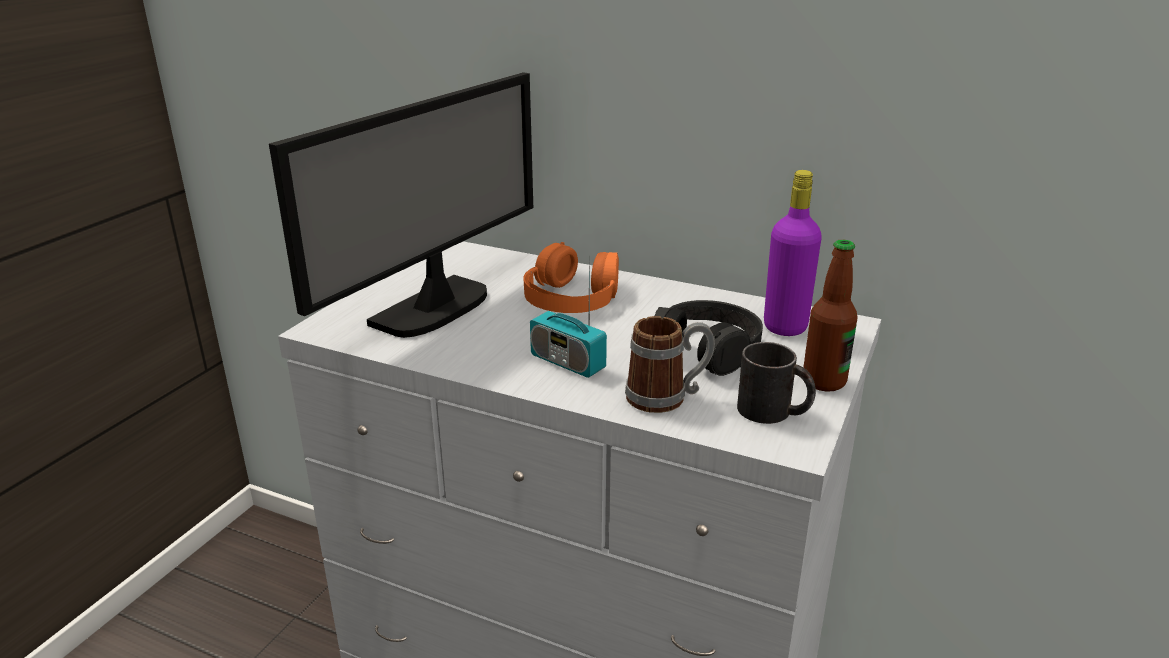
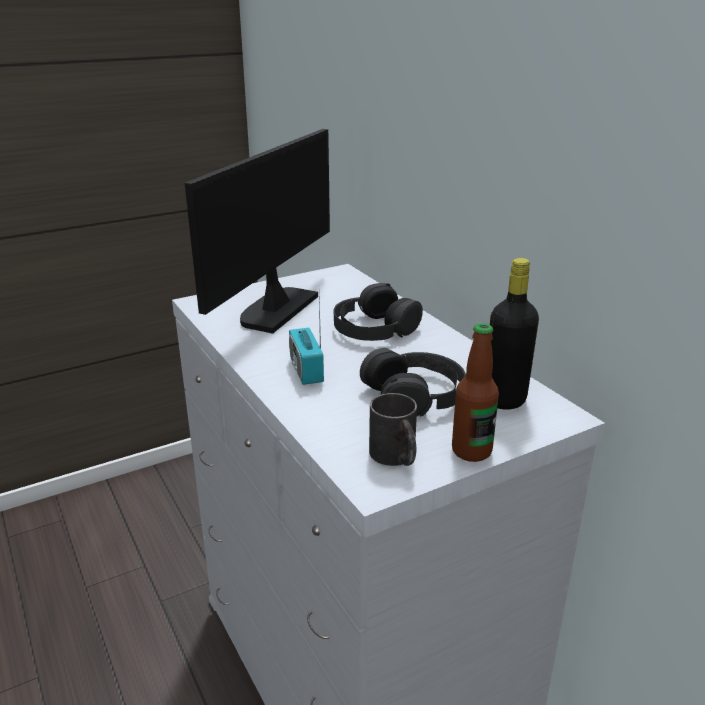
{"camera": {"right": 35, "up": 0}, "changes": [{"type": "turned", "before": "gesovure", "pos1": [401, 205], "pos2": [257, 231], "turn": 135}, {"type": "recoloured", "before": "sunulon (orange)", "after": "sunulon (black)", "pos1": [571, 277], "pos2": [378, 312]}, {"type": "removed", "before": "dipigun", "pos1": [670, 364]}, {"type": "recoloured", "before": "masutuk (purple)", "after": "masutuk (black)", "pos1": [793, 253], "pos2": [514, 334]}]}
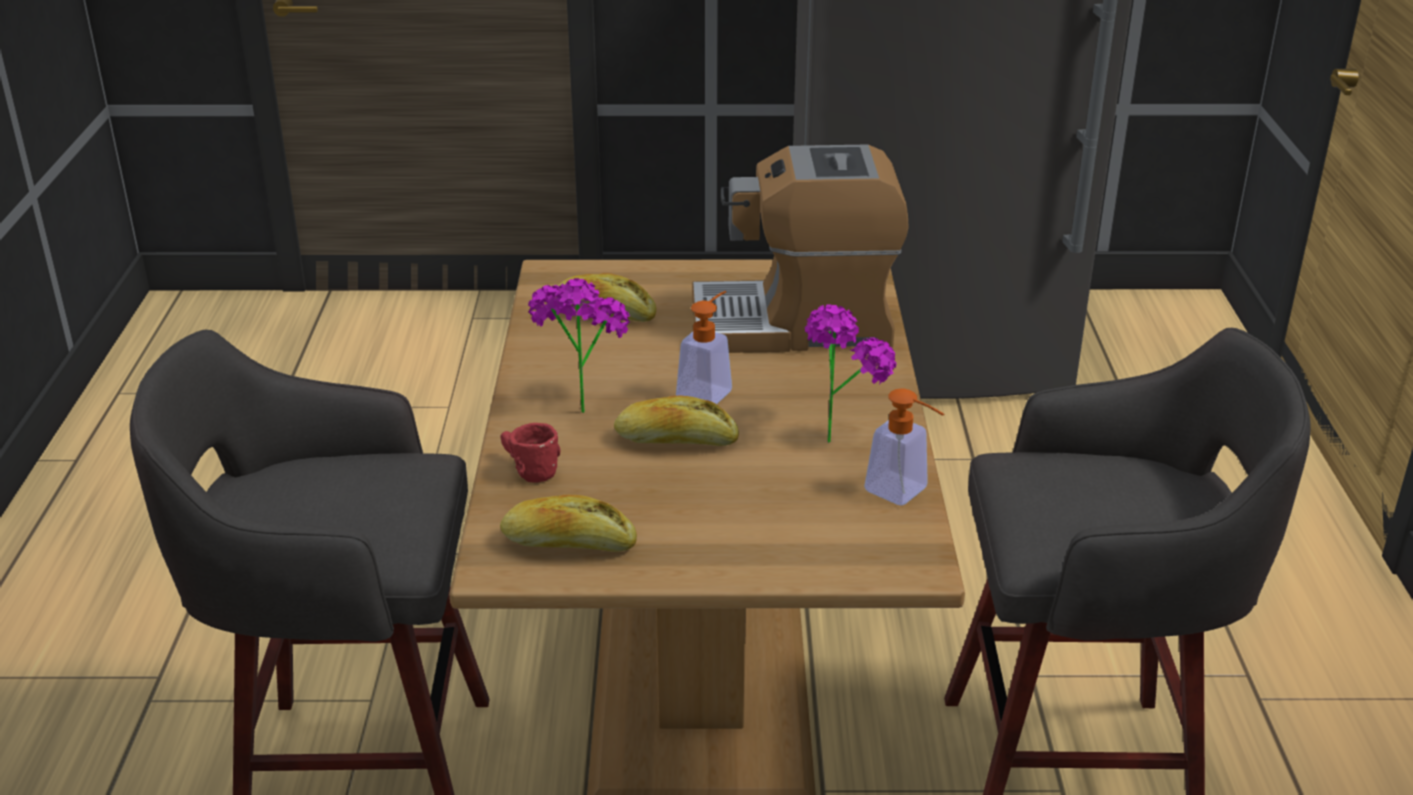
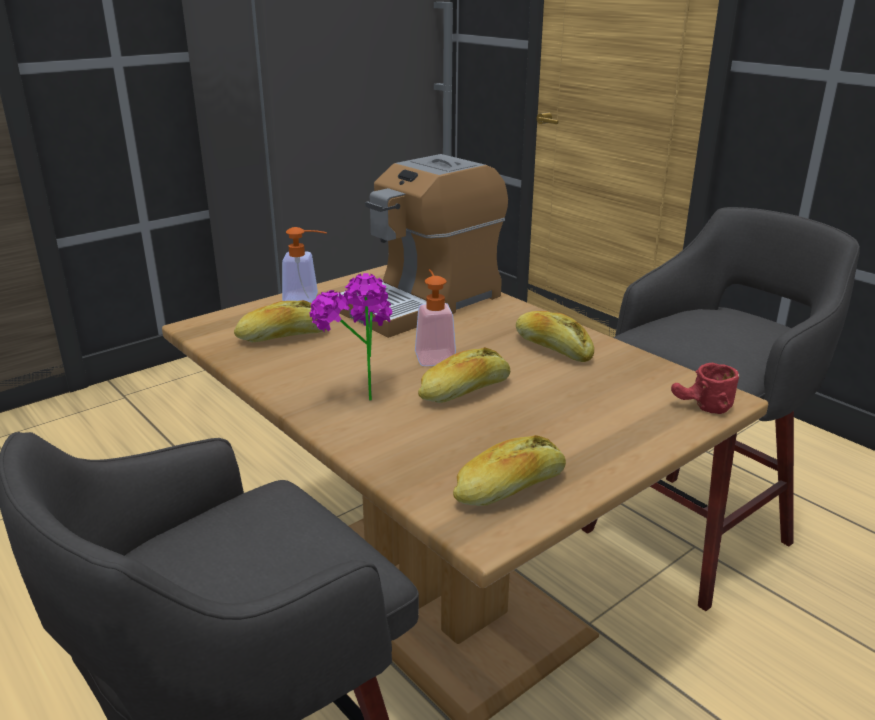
{"camera": {"right": -40, "up": -5}, "changes": [{"type": "moved", "before": "dipigun (red)", "pos1": [530, 453], "pos2": [705, 388]}, {"type": "replaced", "before": "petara", "after": "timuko", "pos1": [851, 373], "pos2": [555, 336]}, {"type": "moved", "before": "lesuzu", "pos1": [904, 446], "pos2": [304, 265]}]}
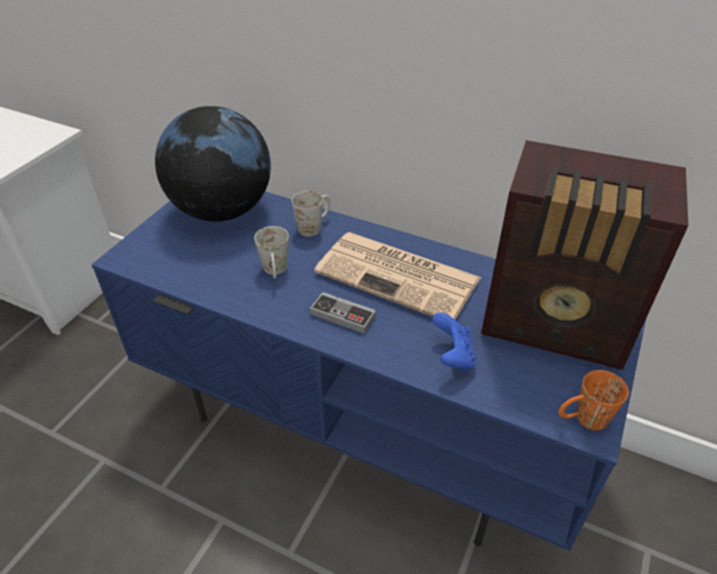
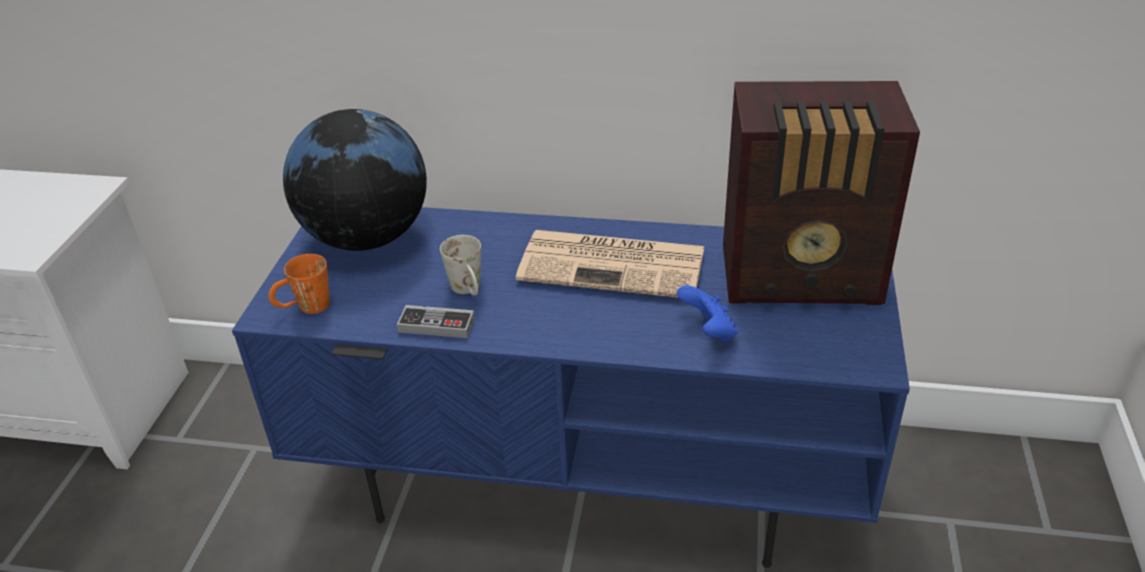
{"camera": {"right": -15, "up": -5}, "changes": [{"type": "removed", "before": "dipigun (white)", "pos1": [310, 214]}, {"type": "moved", "before": "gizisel", "pos1": [343, 313], "pos2": [436, 321]}, {"type": "moved", "before": "dipigun (orange)", "pos1": [593, 400], "pos2": [299, 284]}]}
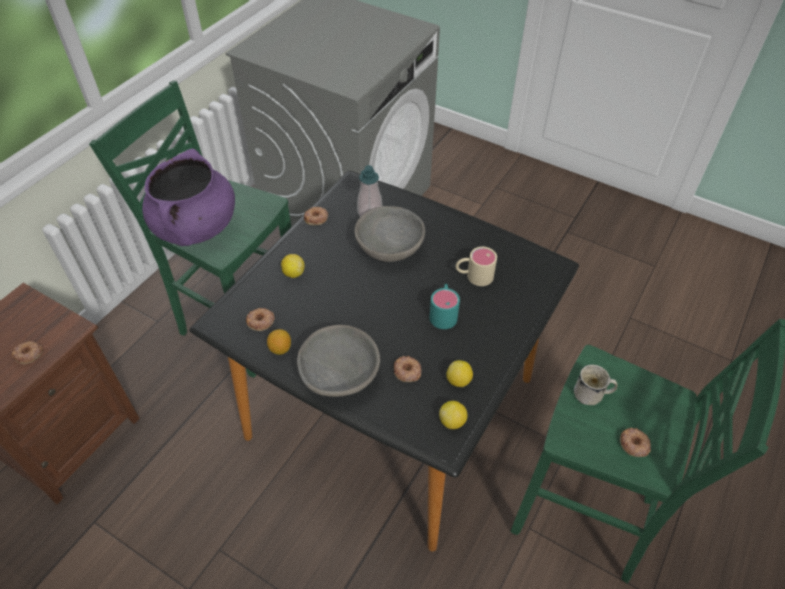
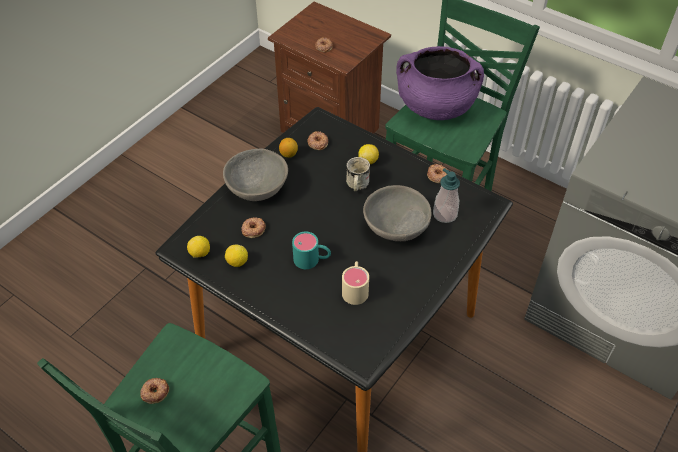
{"camera": {"right": 95, "up": 0}, "changes": [{"type": "moved", "before": "dipigun (white)", "pos1": [595, 384], "pos2": [358, 174]}]}
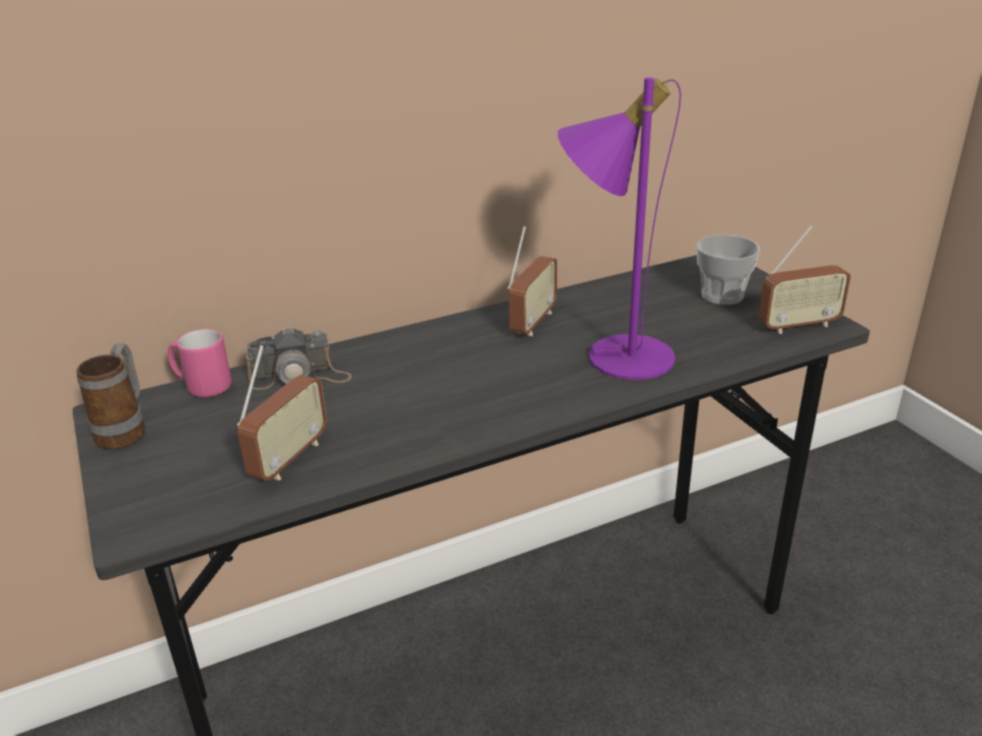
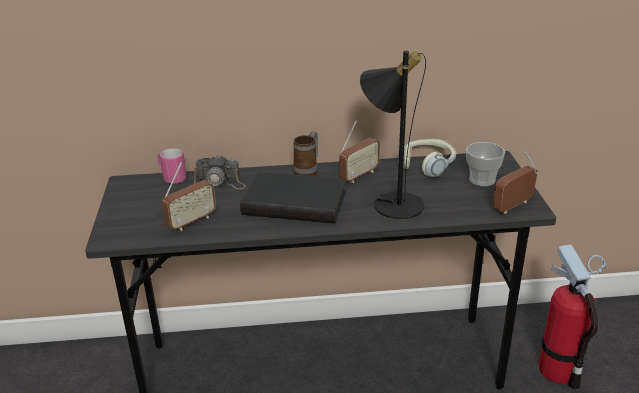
{"camera": {"right": 20, "up": 0}, "changes": [{"type": "moved", "before": "dipigun", "pos1": [111, 396], "pos2": [305, 153]}, {"type": "recoloured", "before": "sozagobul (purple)", "after": "sozagobul (black)", "pos1": [619, 228], "pos2": [393, 135]}, {"type": "turned", "before": "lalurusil", "pos1": [804, 279], "pos2": [515, 182], "turn": 135}, {"type": "added", "after": "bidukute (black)", "pos2": [293, 197]}, {"type": "added", "after": "sunulon", "pos2": [427, 158]}, {"type": "added", "after": "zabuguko", "pos2": [572, 317]}]}
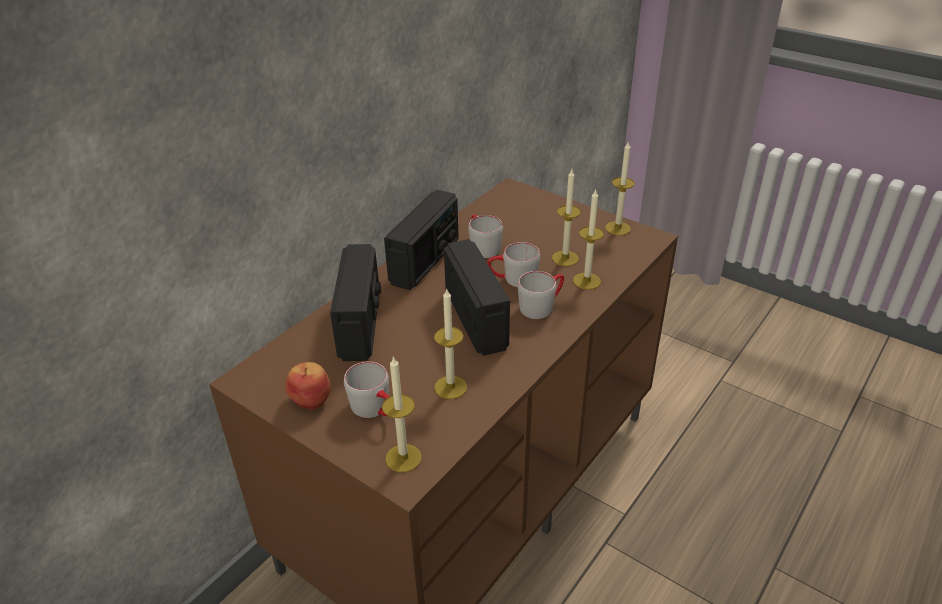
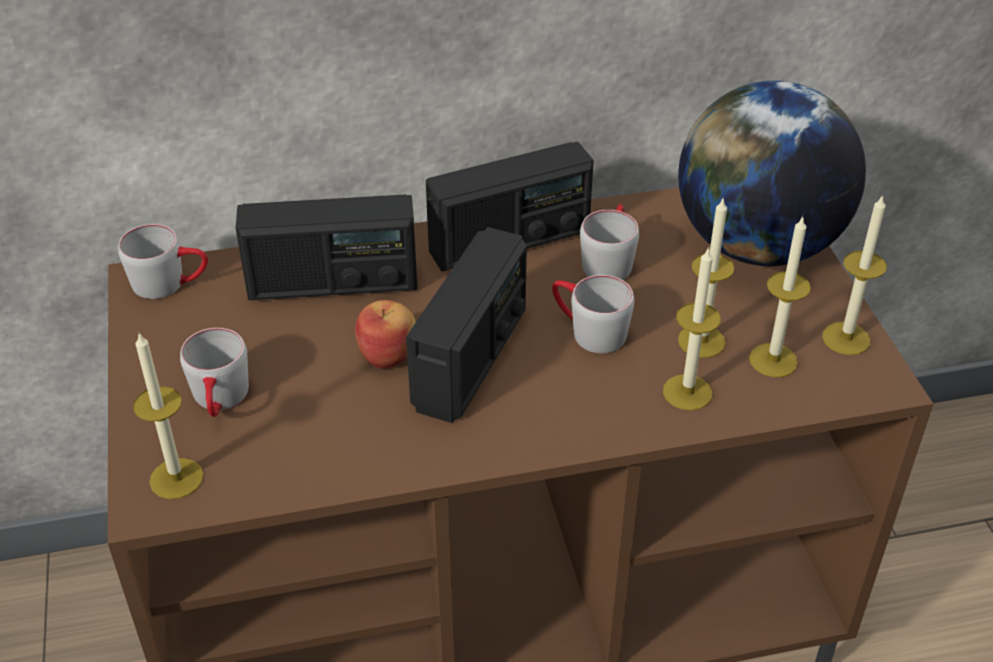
{"camera": {"right": 40, "up": 5}, "changes": [{"type": "moved", "before": "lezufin", "pos1": [308, 385], "pos2": [385, 334]}, {"type": "turned", "before": "lalurusil", "pos1": [355, 302], "pos2": [326, 247], "turn": 45}, {"type": "moved", "before": "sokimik", "pos1": [450, 343], "pos2": [780, 296]}, {"type": "moved", "before": "dipigun (grey)", "pos1": [541, 295], "pos2": [163, 261]}, {"type": "added", "after": "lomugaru", "pos2": [772, 173]}]}
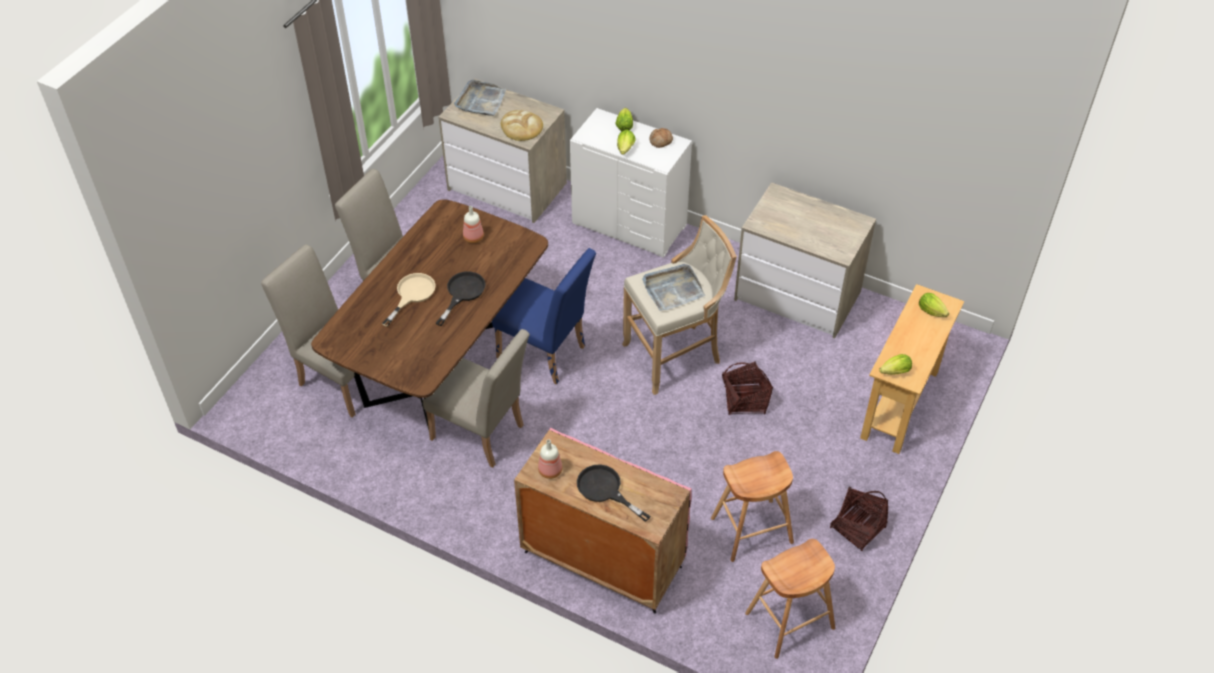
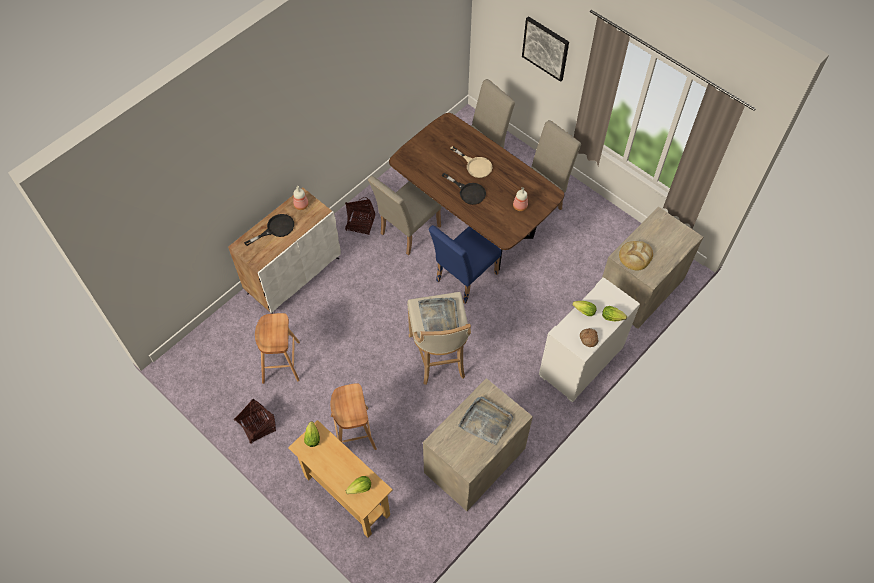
{"camera": {"right": 105, "up": 10}, "changes": [{"type": "moved", "before": "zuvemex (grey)", "pos1": [480, 98], "pos2": [485, 421]}, {"type": "recoloured", "before": "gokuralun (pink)", "after": "gokuralun (white)", "pos1": [603, 521], "pos2": [284, 251]}, {"type": "moved", "before": "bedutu", "pos1": [747, 388], "pos2": [360, 216]}, {"type": "moved", "before": "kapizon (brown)", "pos1": [790, 599], "pos2": [353, 416]}, {"type": "added", "after": "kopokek", "pos2": [545, 49]}]}
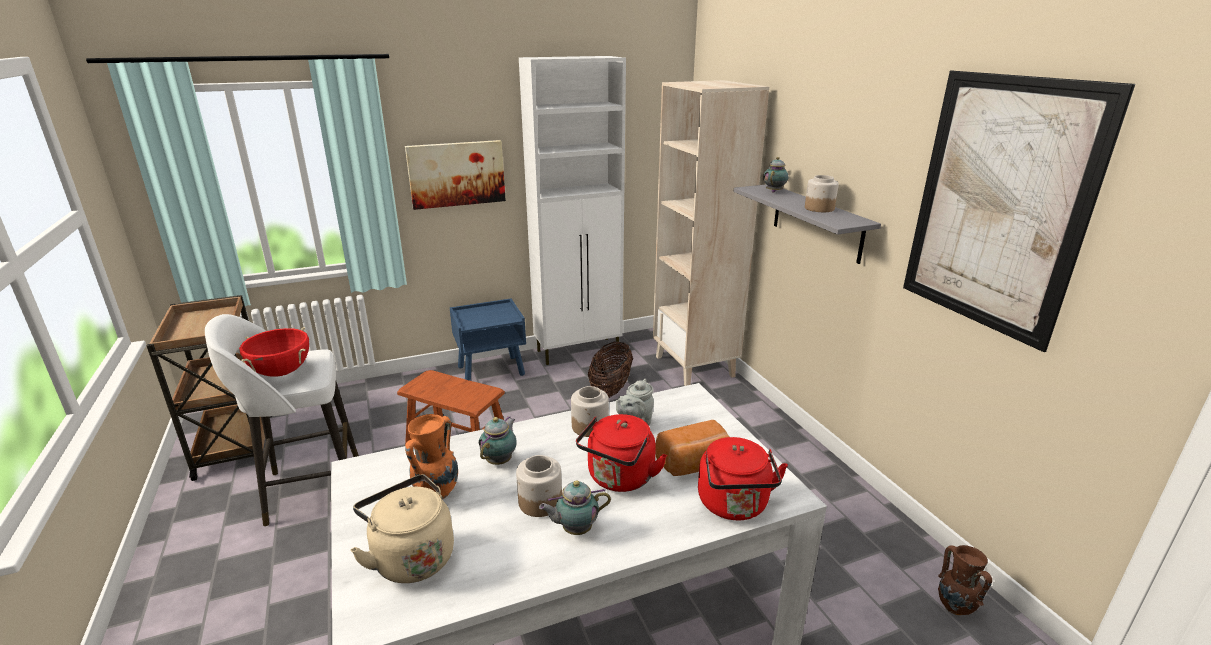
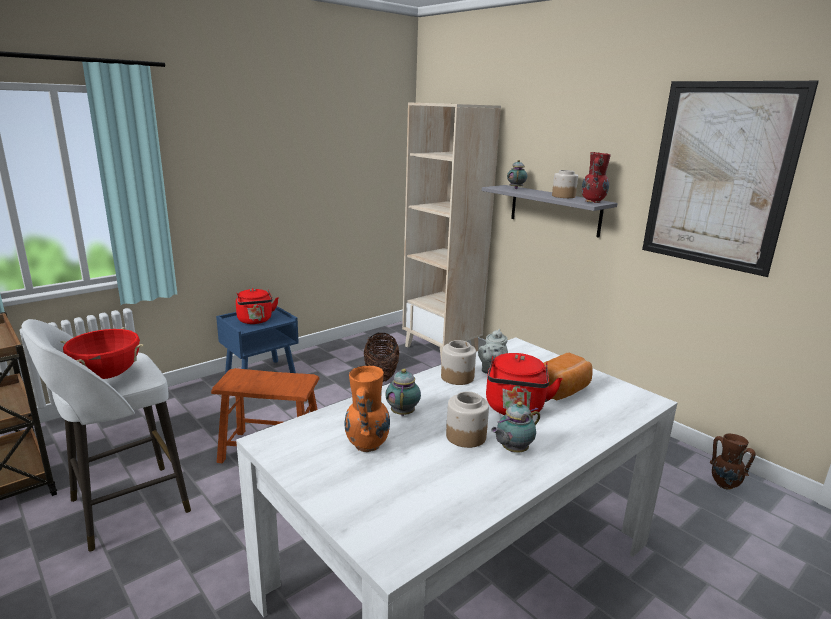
{"camera": {"right": -20, "up": -5}, "changes": [{"type": "removed", "before": "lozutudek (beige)", "pos1": [402, 528]}, {"type": "removed", "before": "kopokek", "pos1": [455, 175]}, {"type": "removed", "before": "gokuralun (white)", "pos1": [572, 210]}, {"type": "moved", "before": "lozutudek (red)", "pos1": [743, 478], "pos2": [257, 306]}, {"type": "added", "after": "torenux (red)", "pos2": [596, 177]}]}
